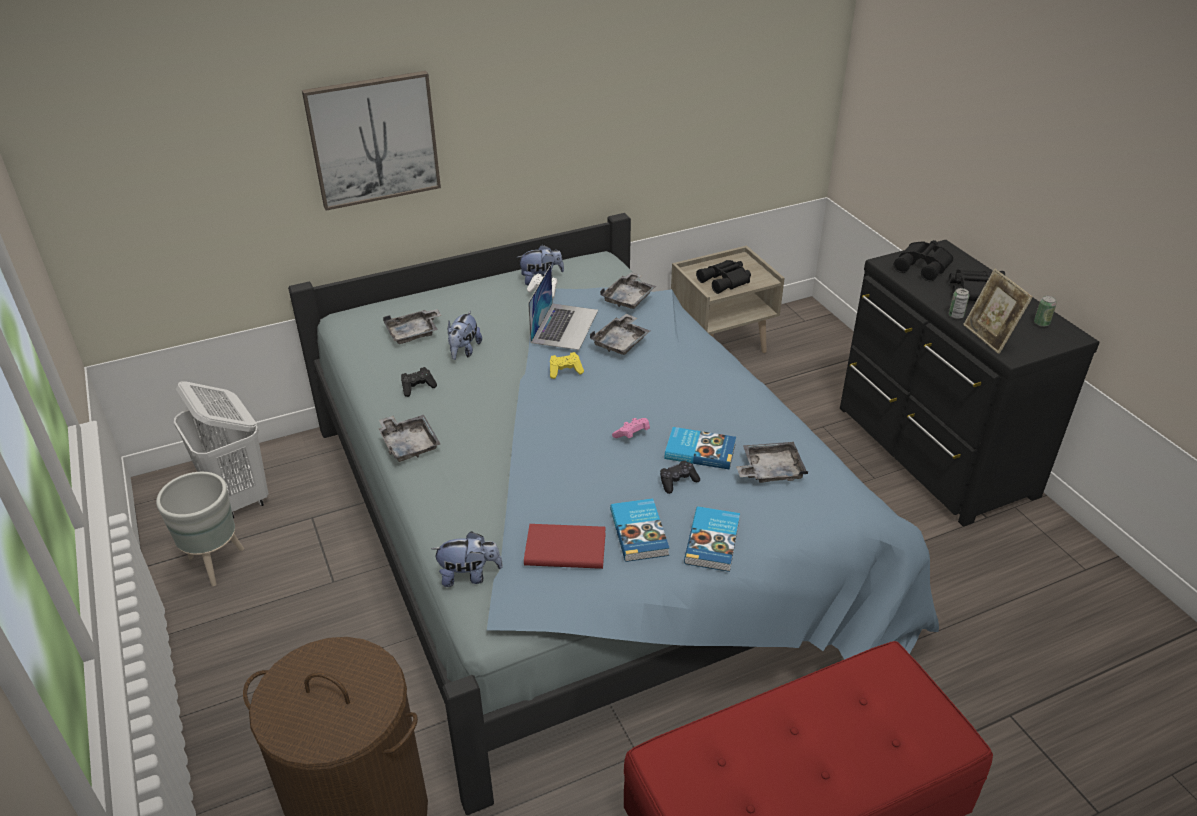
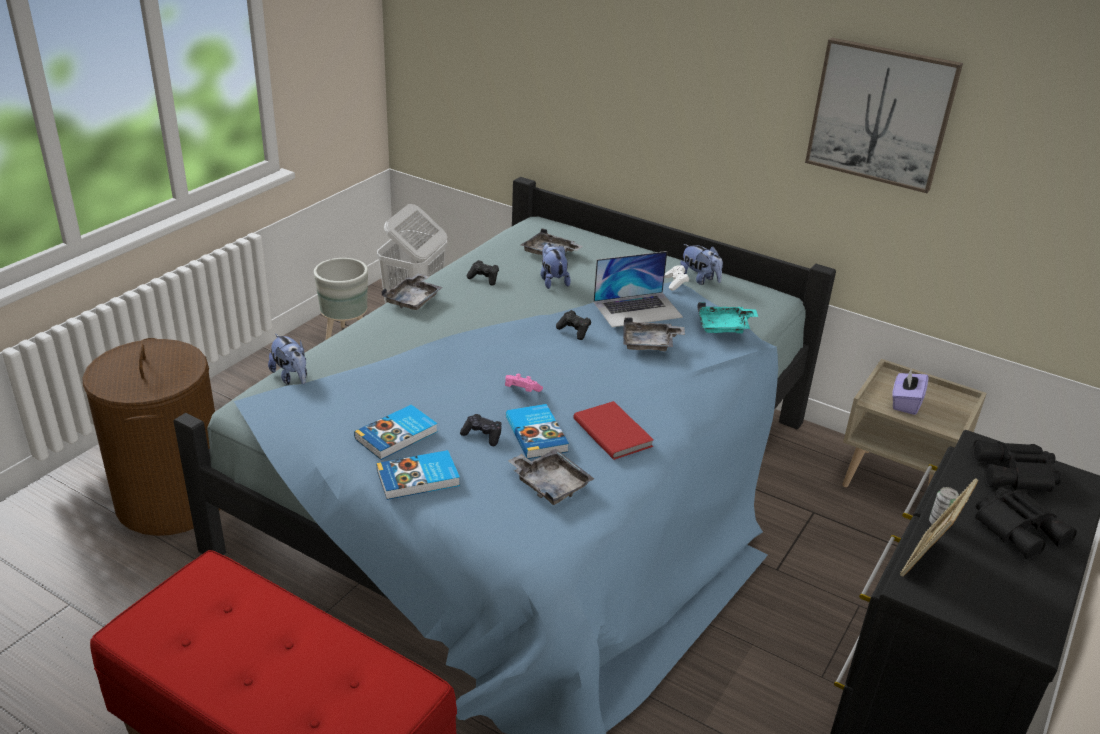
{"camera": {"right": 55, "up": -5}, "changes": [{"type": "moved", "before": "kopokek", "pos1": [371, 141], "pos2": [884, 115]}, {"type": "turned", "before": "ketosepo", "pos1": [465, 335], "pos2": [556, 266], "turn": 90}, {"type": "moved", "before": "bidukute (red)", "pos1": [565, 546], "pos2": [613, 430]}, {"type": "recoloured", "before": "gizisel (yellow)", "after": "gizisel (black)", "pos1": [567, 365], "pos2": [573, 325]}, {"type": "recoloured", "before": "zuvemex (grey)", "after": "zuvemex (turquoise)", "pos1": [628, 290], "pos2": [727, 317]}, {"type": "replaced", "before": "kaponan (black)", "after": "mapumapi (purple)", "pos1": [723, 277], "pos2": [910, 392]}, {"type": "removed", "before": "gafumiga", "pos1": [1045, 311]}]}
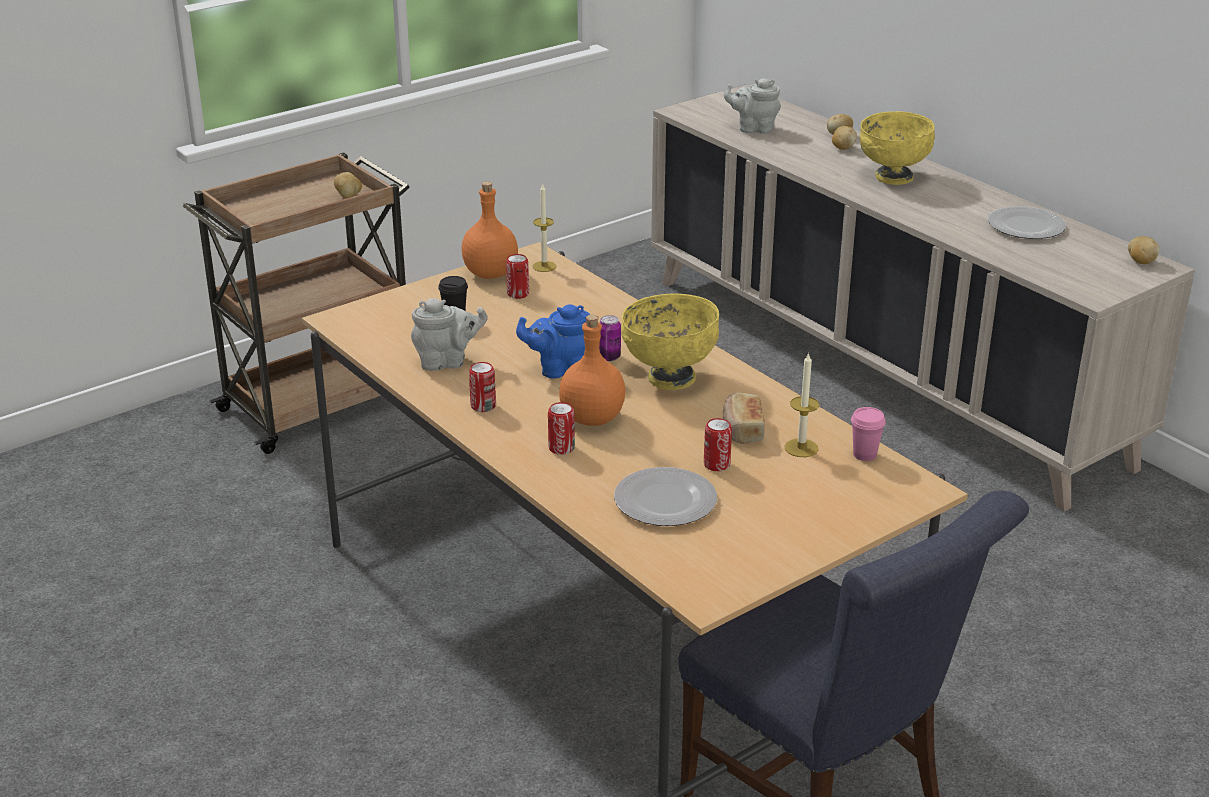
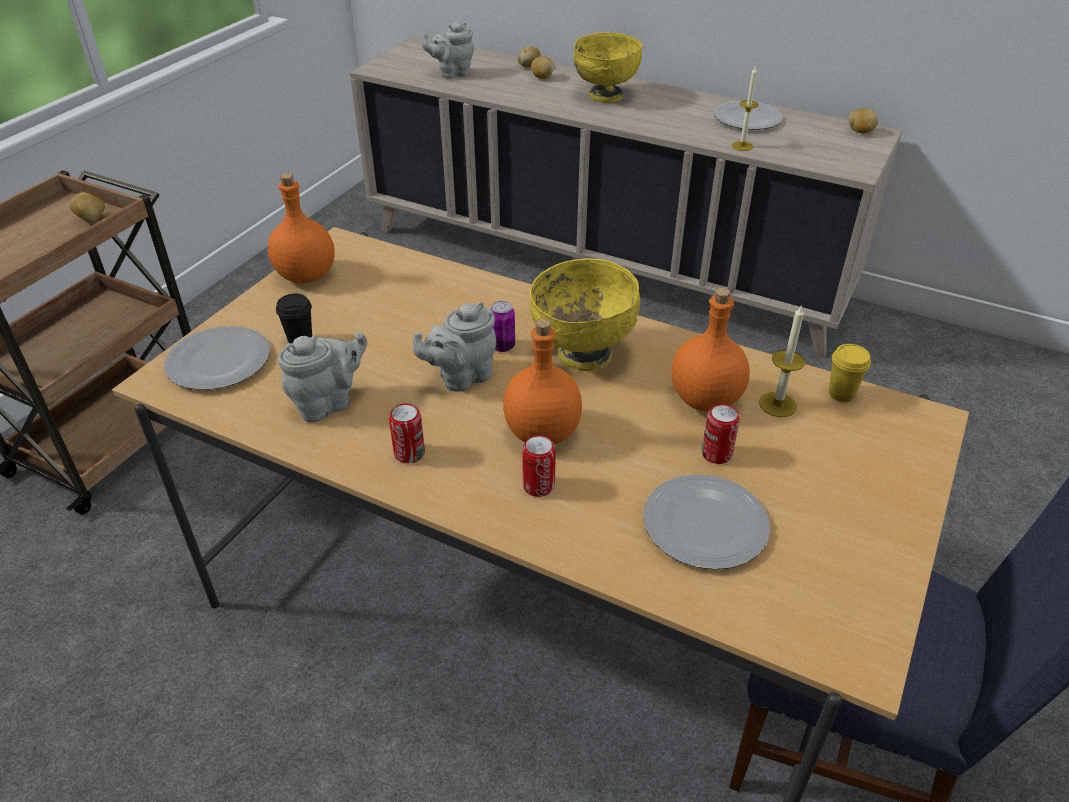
{"camera": {"right": -25, "up": 10}, "changes": [{"type": "removed", "before": "gafumiga", "pos1": [517, 276]}, {"type": "recoloured", "before": "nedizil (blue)", "after": "nedizil (grey)", "pos1": [553, 341], "pos2": [454, 347]}, {"type": "moved", "before": "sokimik", "pos1": [544, 228], "pos2": [745, 109]}, {"type": "replaced", "before": "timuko", "after": "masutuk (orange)", "pos1": [744, 418], "pos2": [710, 350]}, {"type": "recoloured", "before": "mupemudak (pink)", "after": "mupemudak (yellow)", "pos1": [868, 434], "pos2": [850, 373]}, {"type": "added", "after": "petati", "pos2": [217, 358]}]}
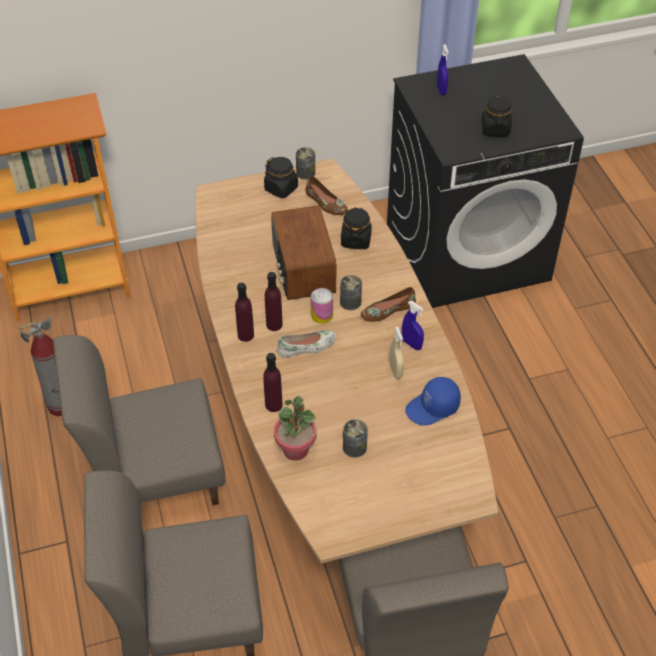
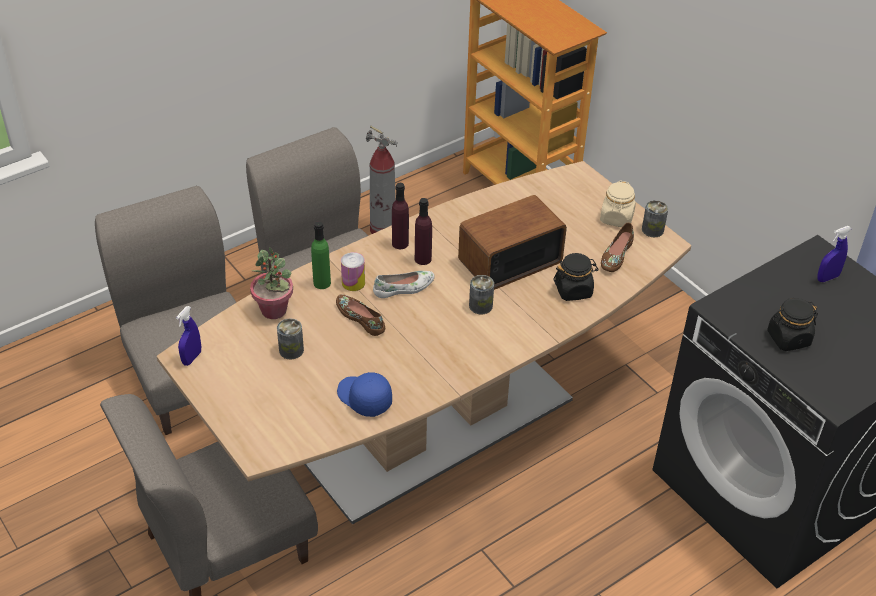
{"camera": {"right": 70, "up": -5}, "changes": [{"type": "recoloured", "before": "masutuk (purple)", "after": "masutuk (green)", "pos1": [273, 382], "pos2": [321, 255]}, {"type": "recoloured", "before": "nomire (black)", "after": "nomire (beige)", "pos1": [281, 177], "pos2": [618, 203]}, {"type": "turned", "before": "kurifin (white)", "pos1": [306, 344], "pos2": [404, 284], "turn": -75}, {"type": "moved", "before": "gafumiga", "pos1": [322, 306], "pos2": [353, 271]}, {"type": "moved", "before": "kurifin (brown)", "pos1": [388, 304], "pos2": [360, 315]}, {"type": "removed", "before": "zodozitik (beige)", "pos1": [396, 353]}, {"type": "moved", "before": "zodozitik (blue)", "pos1": [413, 325], "pos2": [188, 336]}]}
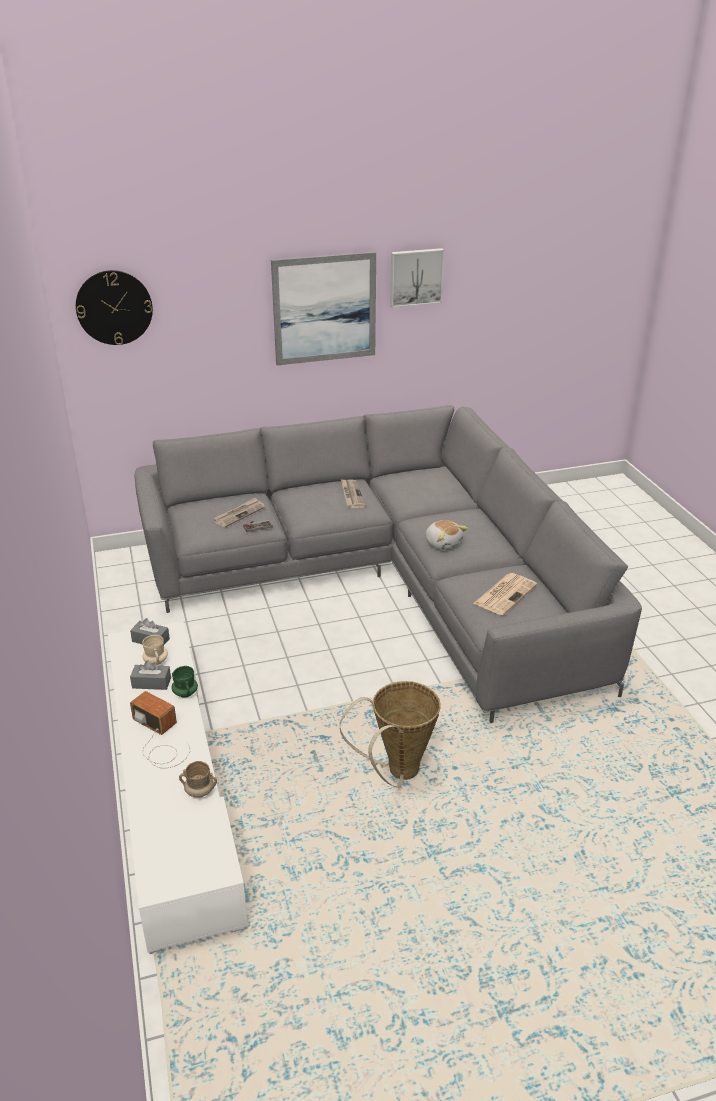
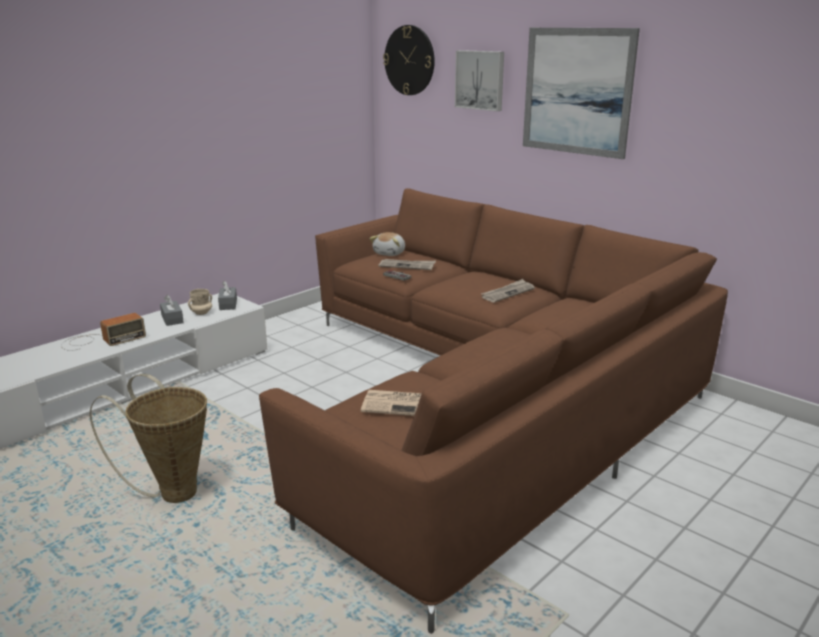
{"camera": {"right": 60, "up": -10}, "changes": [{"type": "turned", "before": "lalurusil", "pos1": [160, 729], "pos2": [103, 332], "turn": 45}, {"type": "recoloured", "before": "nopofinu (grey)", "after": "nopofinu (brown)", "pos1": [388, 564], "pos2": [493, 411]}, {"type": "removed", "before": "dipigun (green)", "pos1": [184, 682]}, {"type": "removed", "before": "dipigun (beige)", "pos1": [198, 779]}, {"type": "moved", "before": "kopokek", "pos1": [417, 278], "pos2": [479, 80]}, {"type": "moved", "before": "ketosepo", "pos1": [446, 535], "pos2": [387, 244]}]}
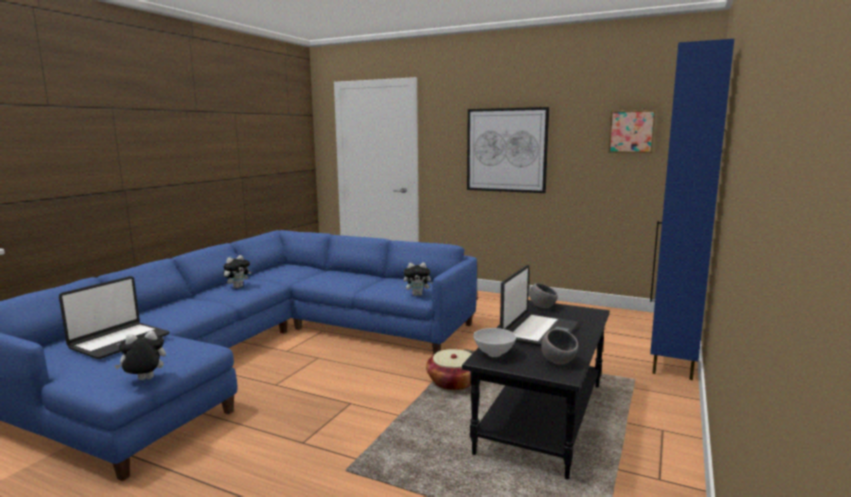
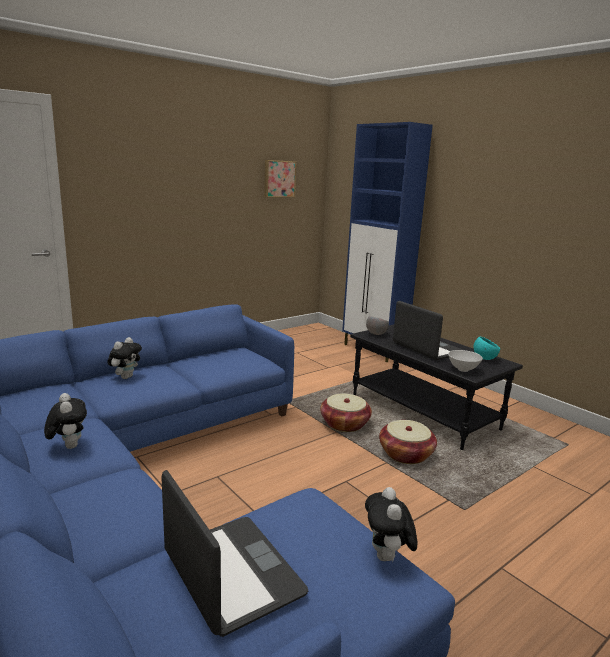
{"camera": {"right": -65, "up": 5}, "changes": [{"type": "moved", "before": "ketosepo", "pos1": [418, 279], "pos2": [125, 358]}, {"type": "removed", "before": "kopokek", "pos1": [508, 150]}, {"type": "recoloured", "before": "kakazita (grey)", "after": "kakazita (turquoise)", "pos1": [559, 346], "pos2": [487, 348]}, {"type": "added", "after": "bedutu", "pos2": [408, 442]}]}
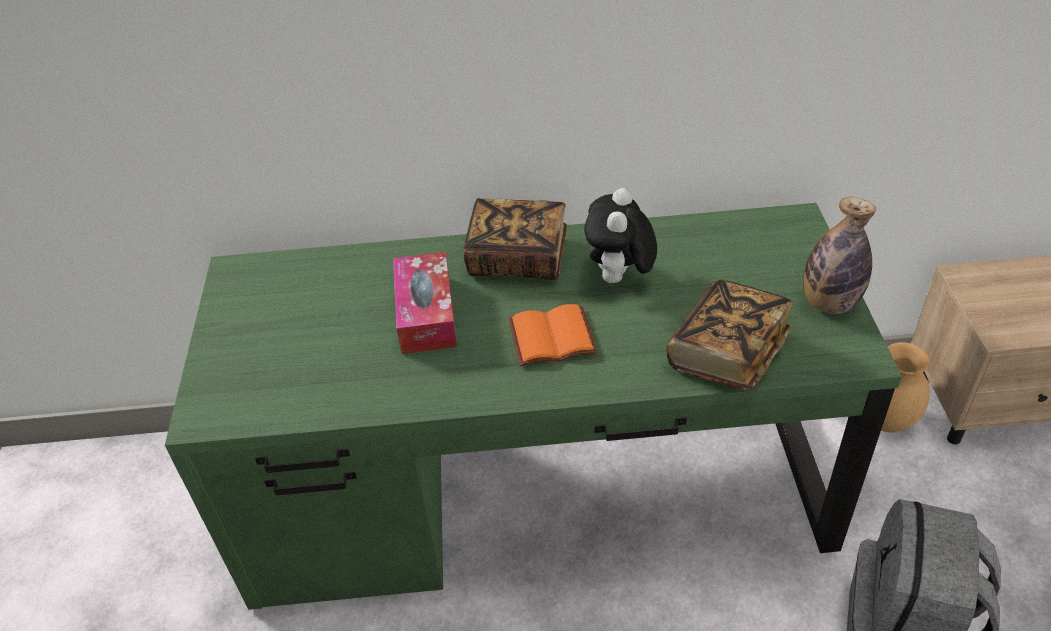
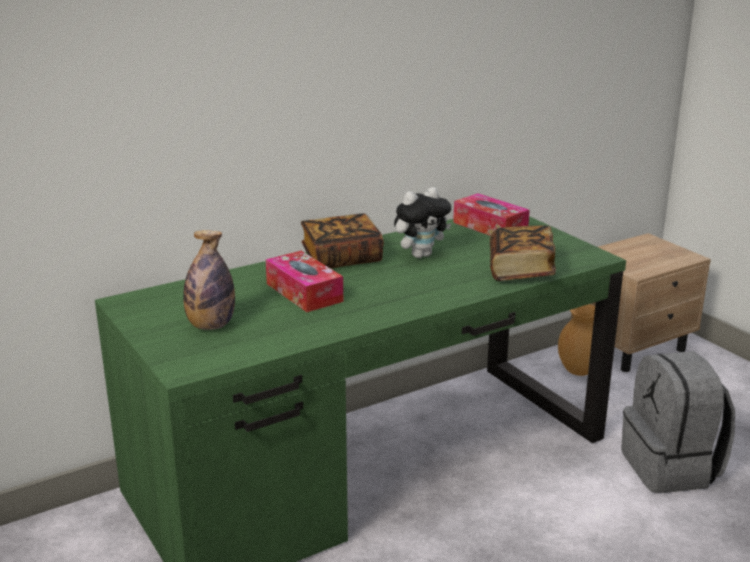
{"camera": {"right": -30, "up": -20}, "changes": [{"type": "removed", "before": "bidukute (orange)", "pos1": [553, 335]}, {"type": "turned", "before": "ketosepo", "pos1": [620, 235], "pos2": [422, 222], "turn": -105}, {"type": "moved", "before": "masutuk", "pos1": [839, 255], "pos2": [209, 280]}, {"type": "added", "after": "mapumapi", "pos2": [491, 214]}]}
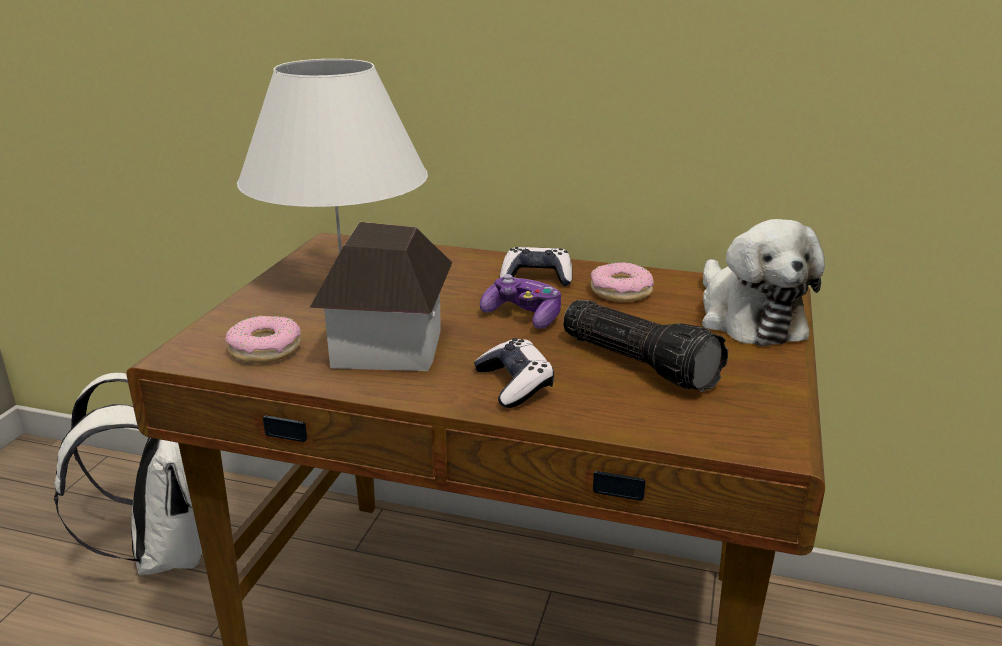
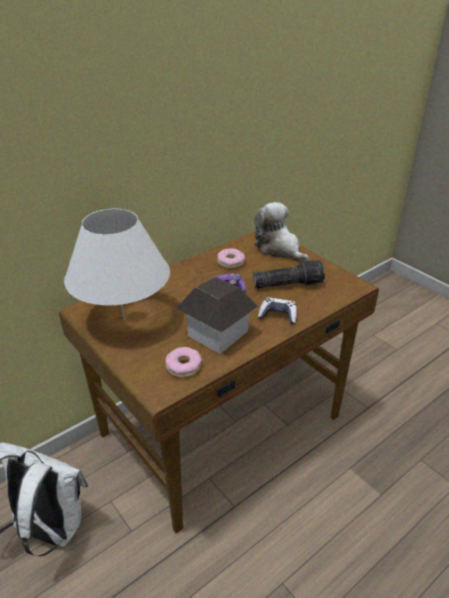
{"camera": {"right": -55, "up": 10}, "changes": [{"type": "removed", "before": "gizisel", "pos1": [536, 266]}, {"type": "turned", "before": "ketosepo", "pos1": [763, 282], "pos2": [281, 232], "turn": -150}]}
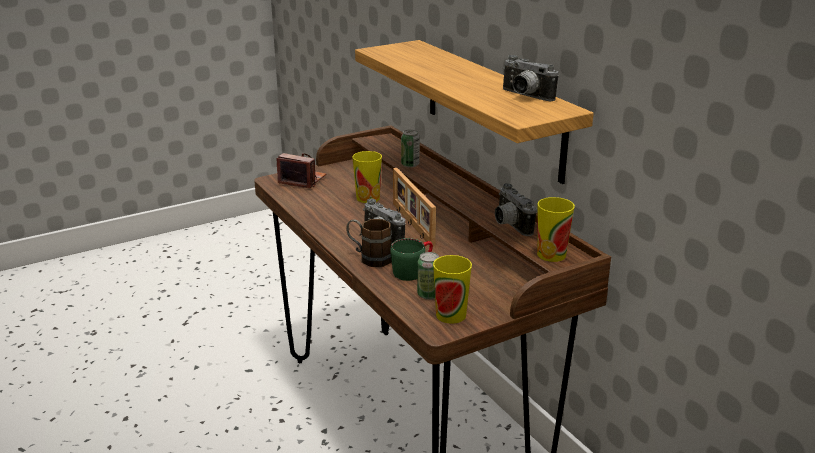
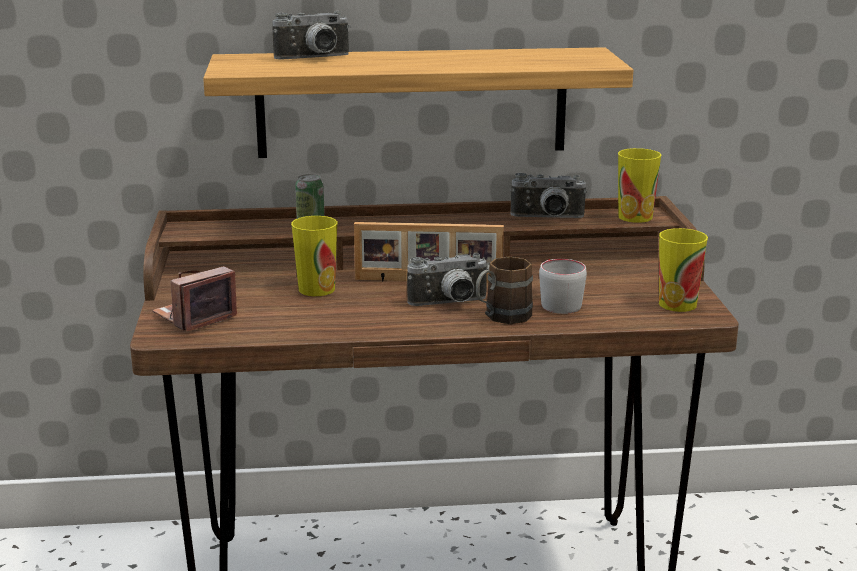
{"camera": {"right": -65, "up": -5}, "changes": [{"type": "recoloured", "before": "dipigun (green)", "after": "dipigun (grey)", "pos1": [411, 259], "pos2": [563, 286]}, {"type": "removed", "before": "gafumiga", "pos1": [428, 276]}, {"type": "moved", "before": "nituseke", "pos1": [530, 78], "pos2": [311, 35]}]}
